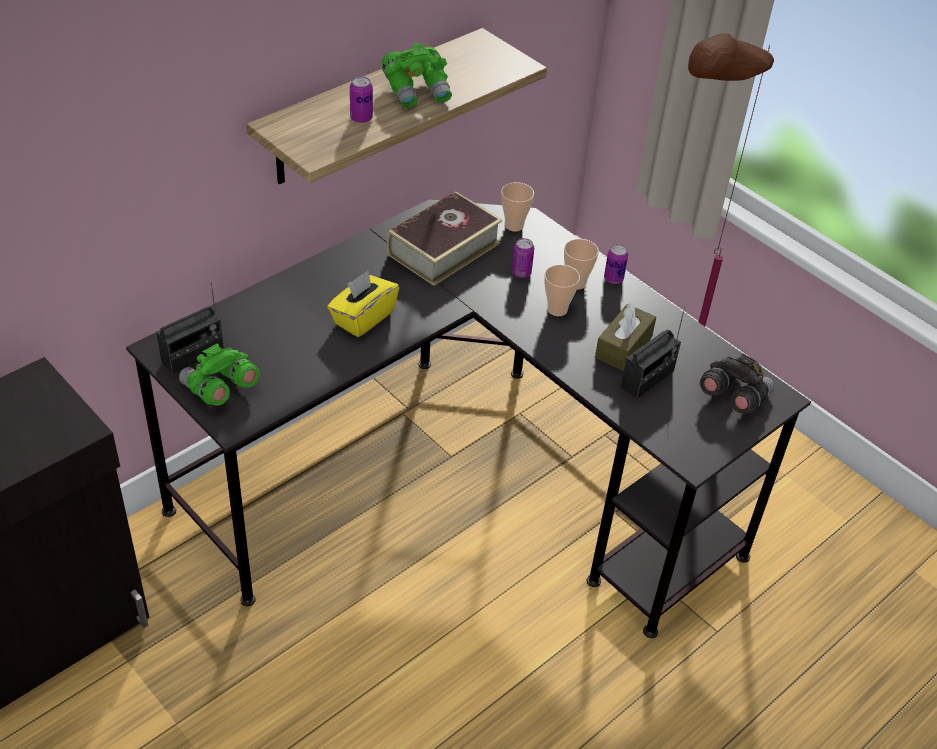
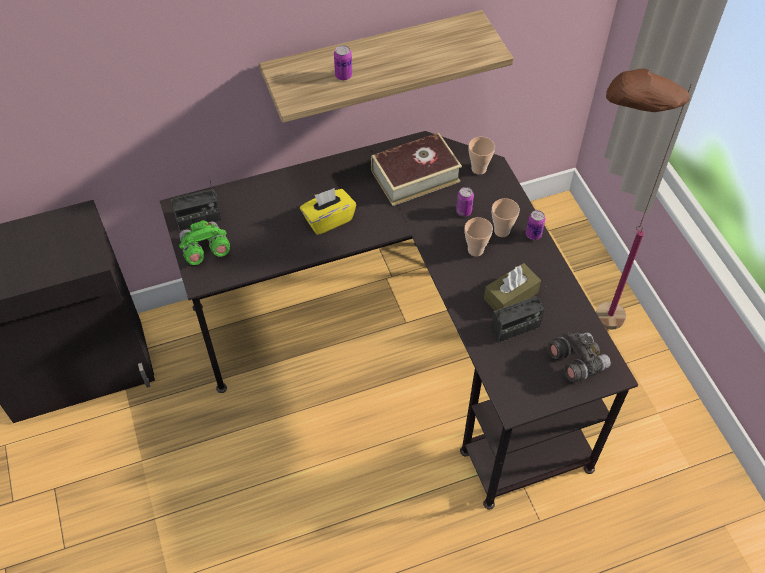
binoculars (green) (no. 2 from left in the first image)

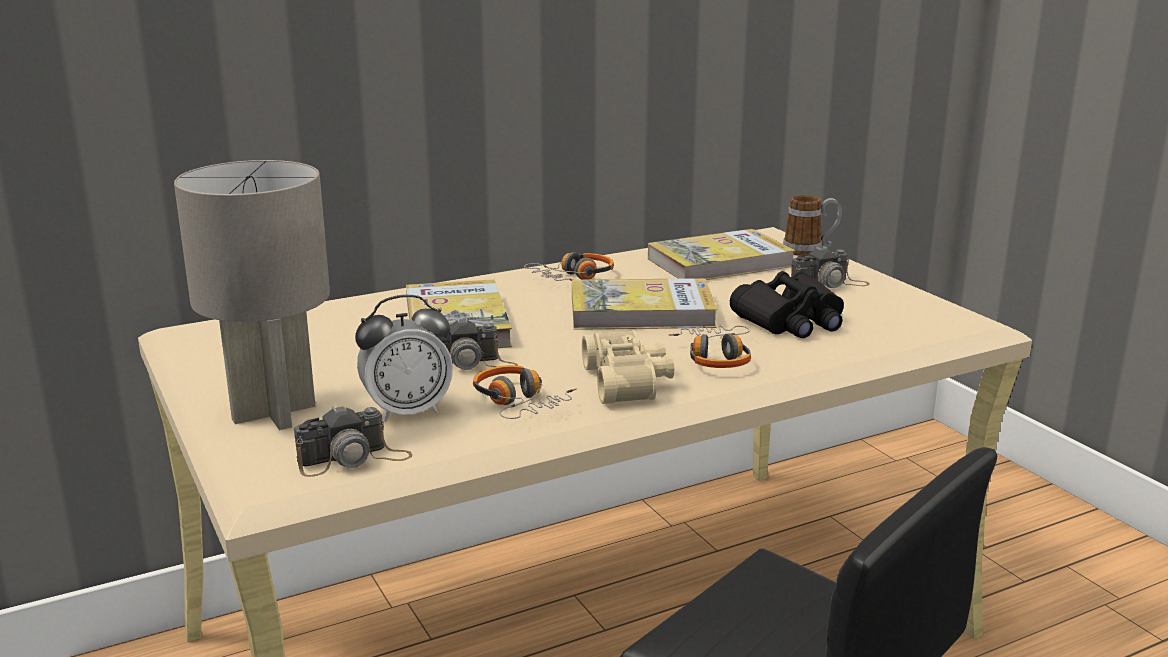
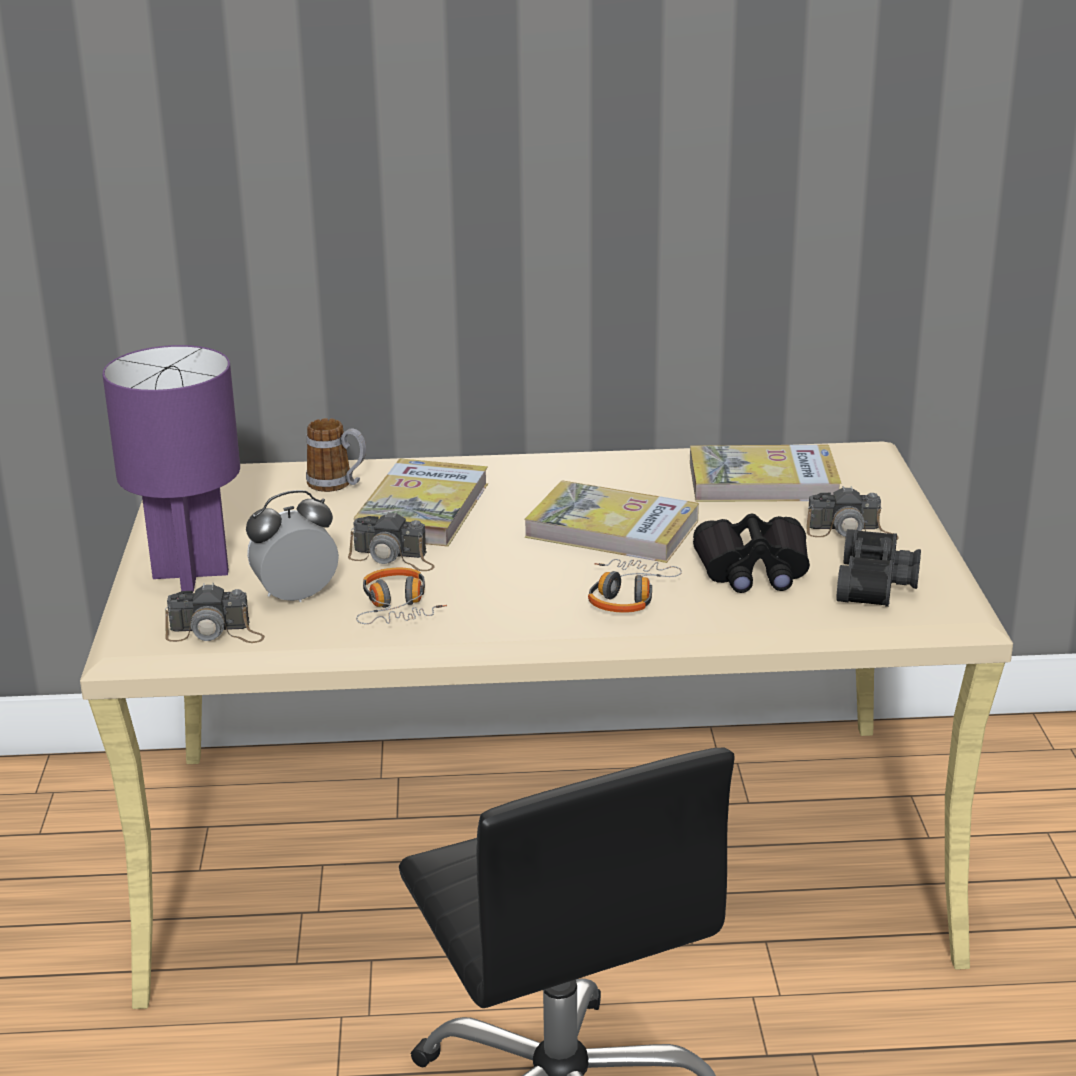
table lamp (purple)
mug
headphones (no. 2 from left in the first image)
alarm clock
binoculars (beige)
binoculars (black) (no. 2 from left)

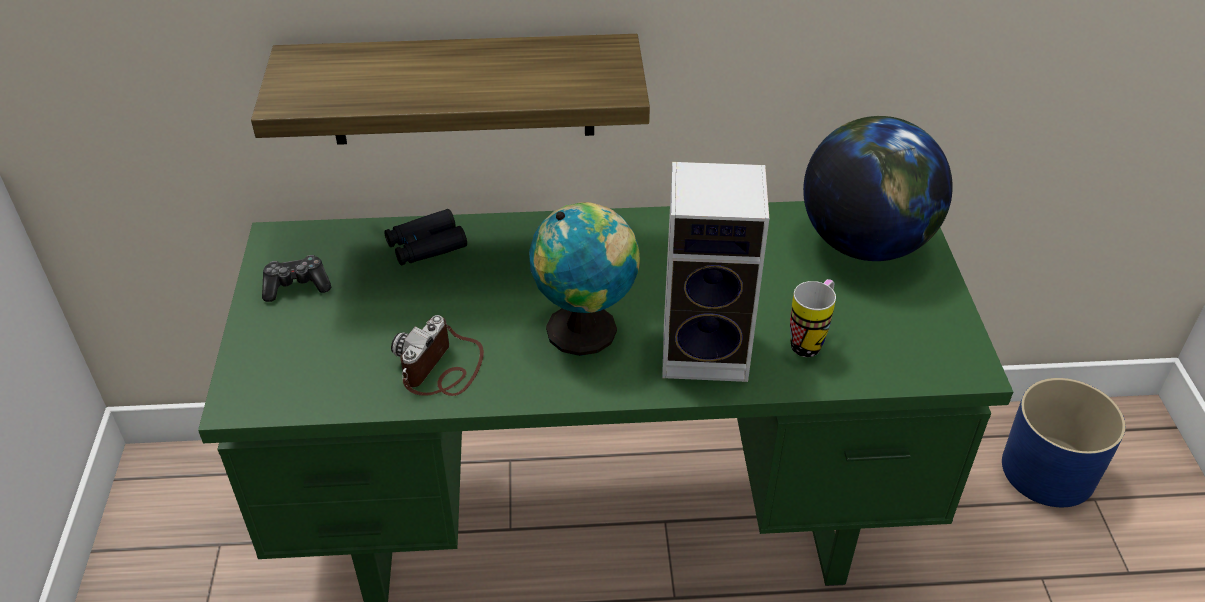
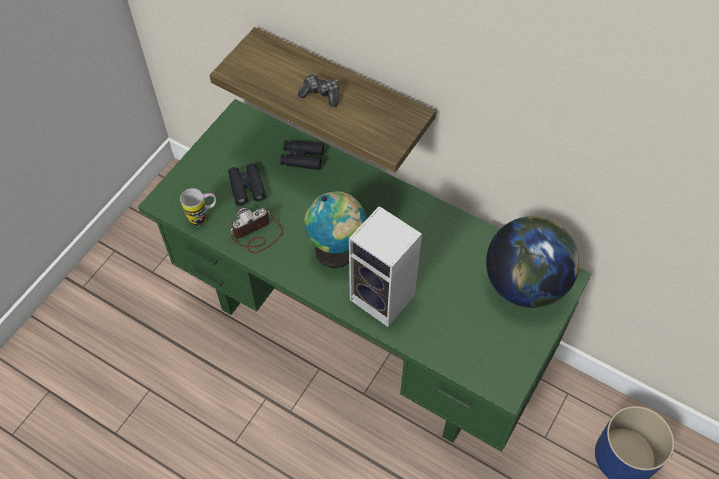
game controller
mug
binoculars (black) (no. 1 from left)

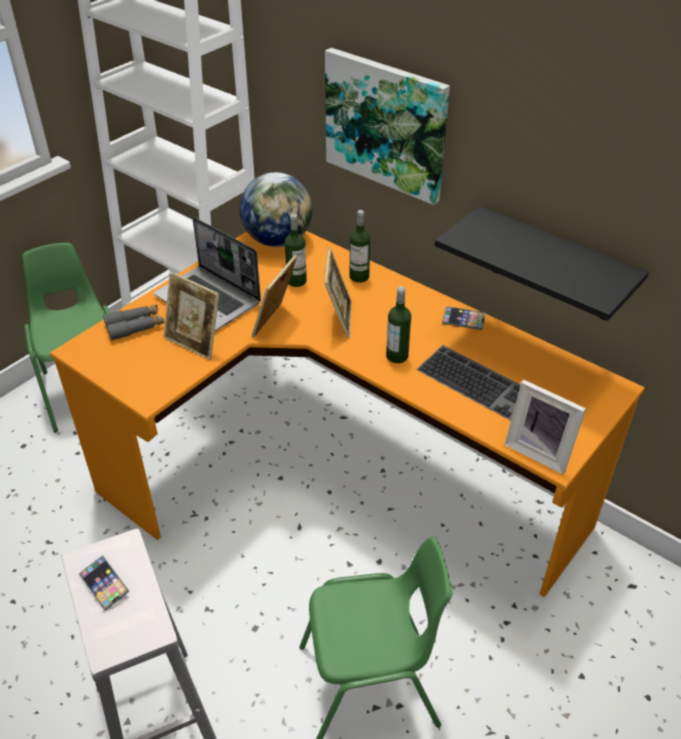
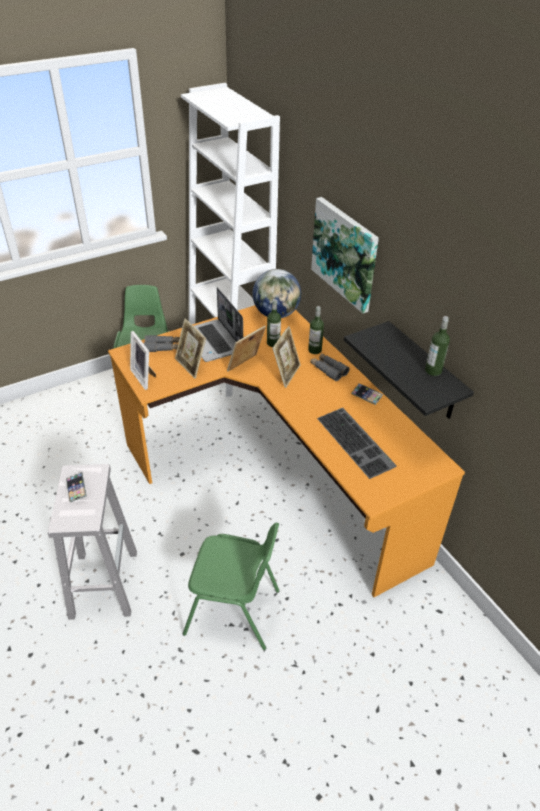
bottle (no. 3 from left)
picture frame (no. 1 from left)
binoculars (grey) (no. 2 from left)

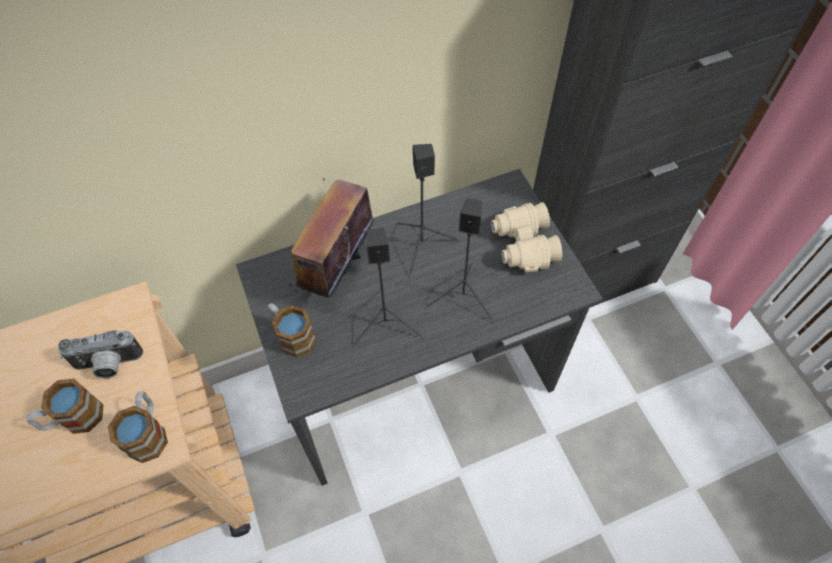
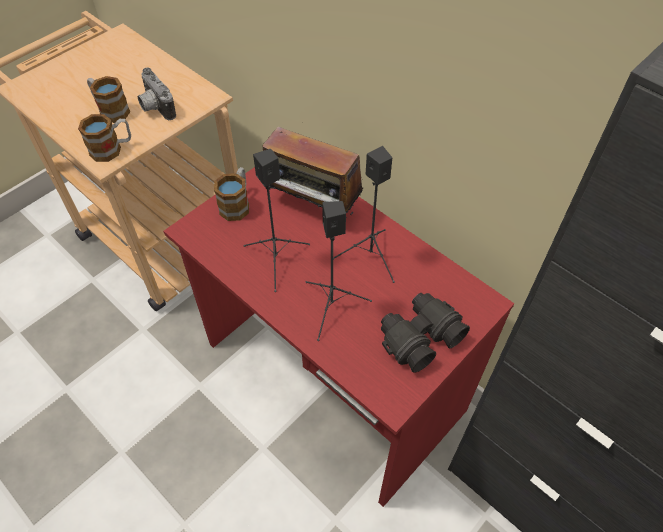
desk (red)
radio
binoculars (black)

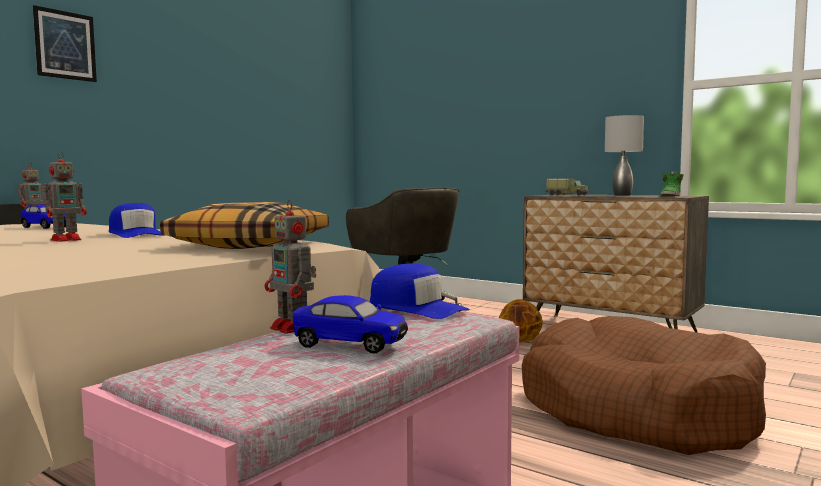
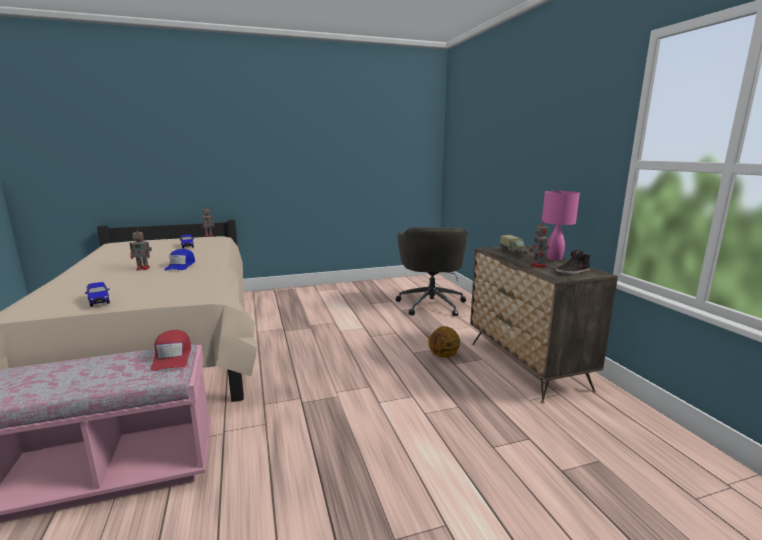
picture
table lamp (pink)
shoe (black)
toy robot (no. 3 from left)
pillow
cap (red)
toy car (no. 1 from left)
dog bed (brown)

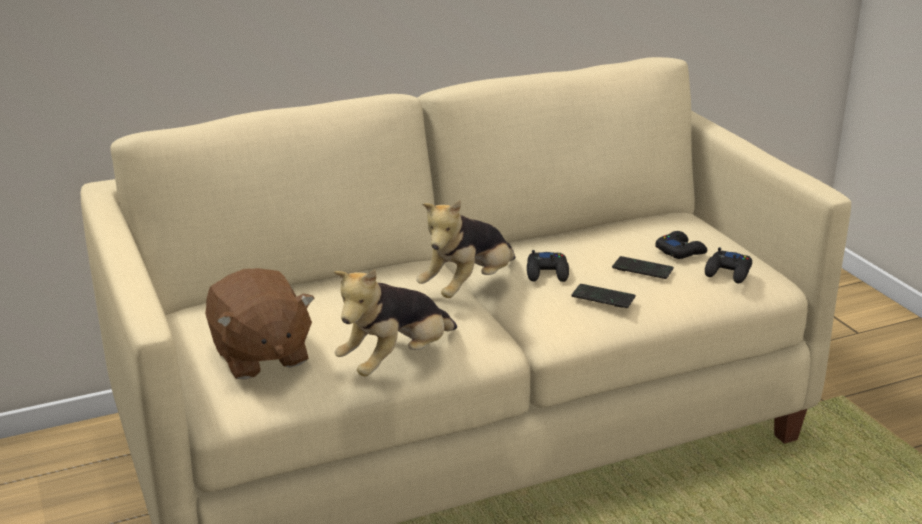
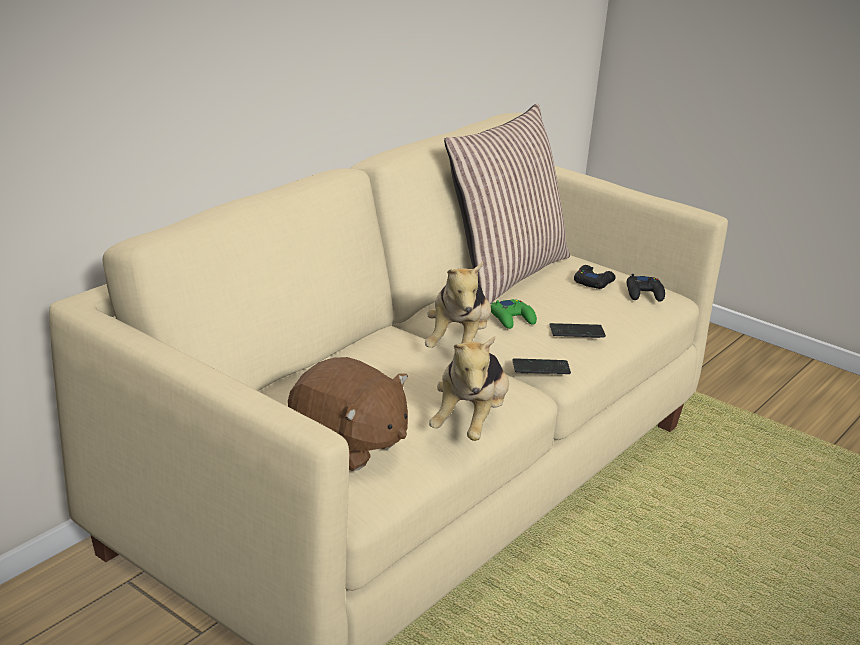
game controller (green)
phone (no. 1 from left)
pillow

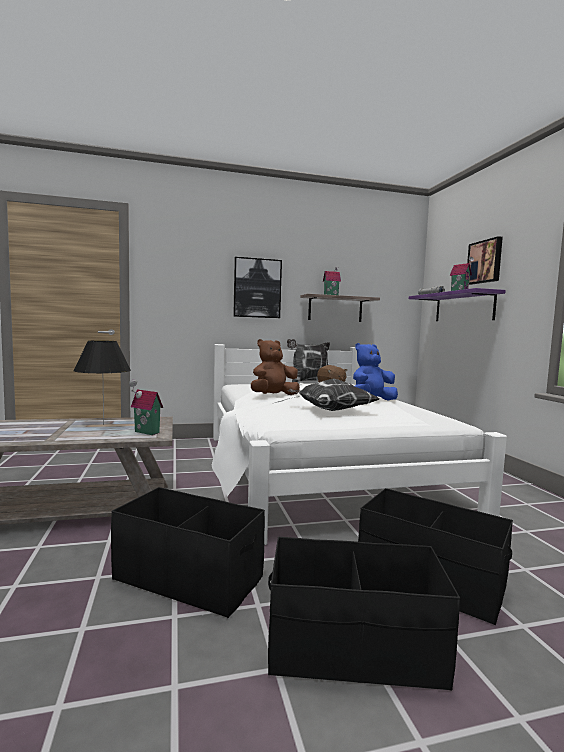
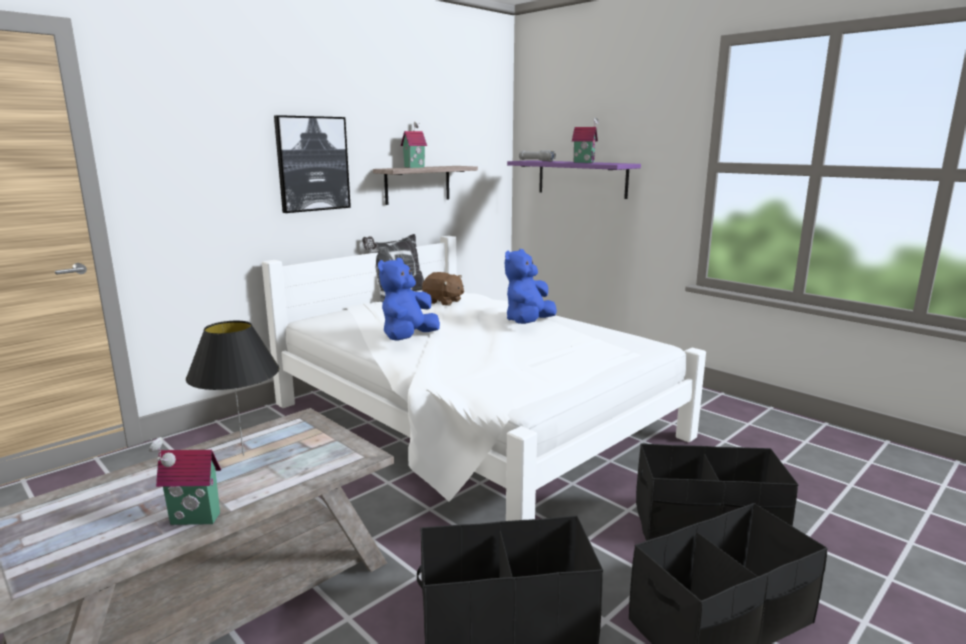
picture (no. 2 from left in the first image)
plush toy (blue) (no. 1 from left)
pillow (no. 2 from left in the first image)
toy house (no. 1 from left)

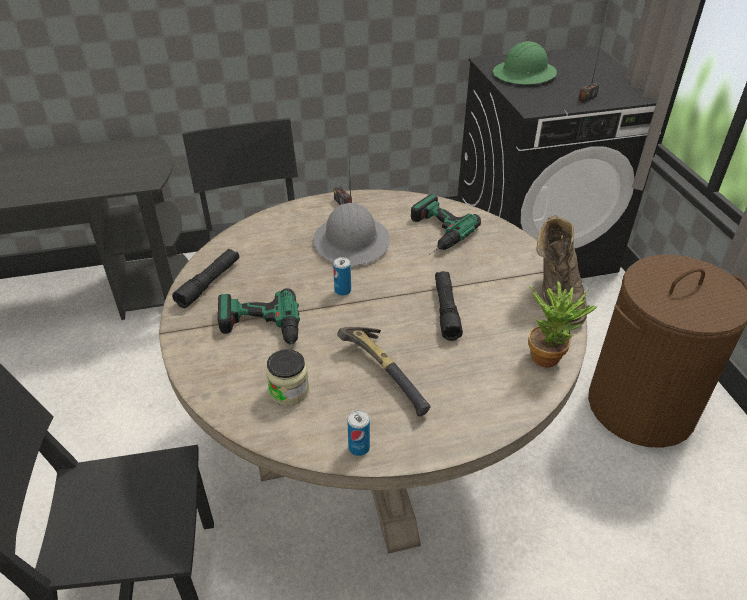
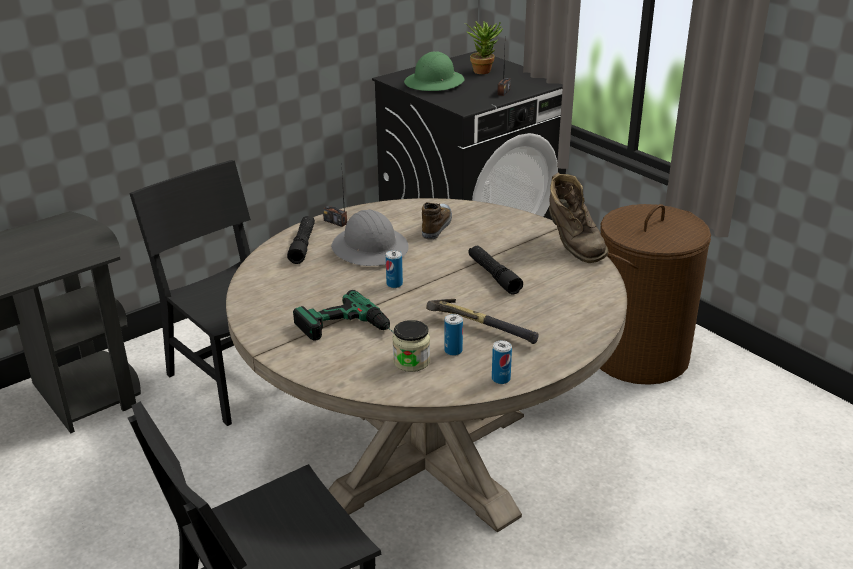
shoe
flashlight (black) (no. 1 from left)
potted plant
can (no. 2 from left)

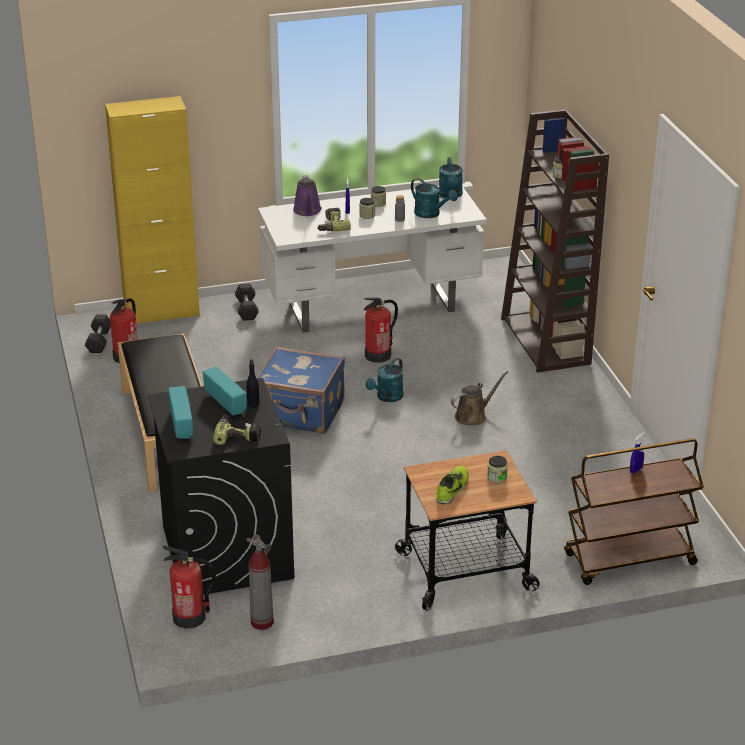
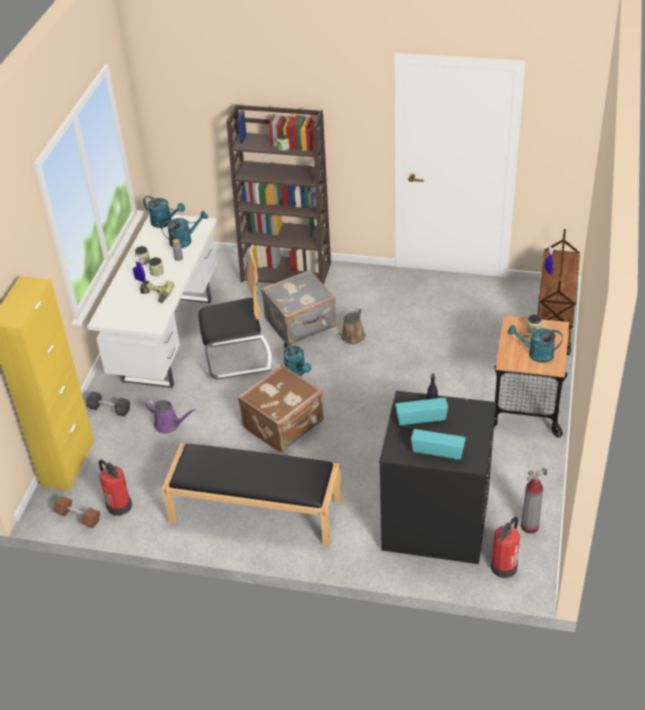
watering can (purple)
chair
dumbbell (brown)
suitcase (brown)
watering can (brown)
power drill (no. 1 from left in the first image)
watering can (turquoise) (no. 4 from left)
suitcase (grey)

